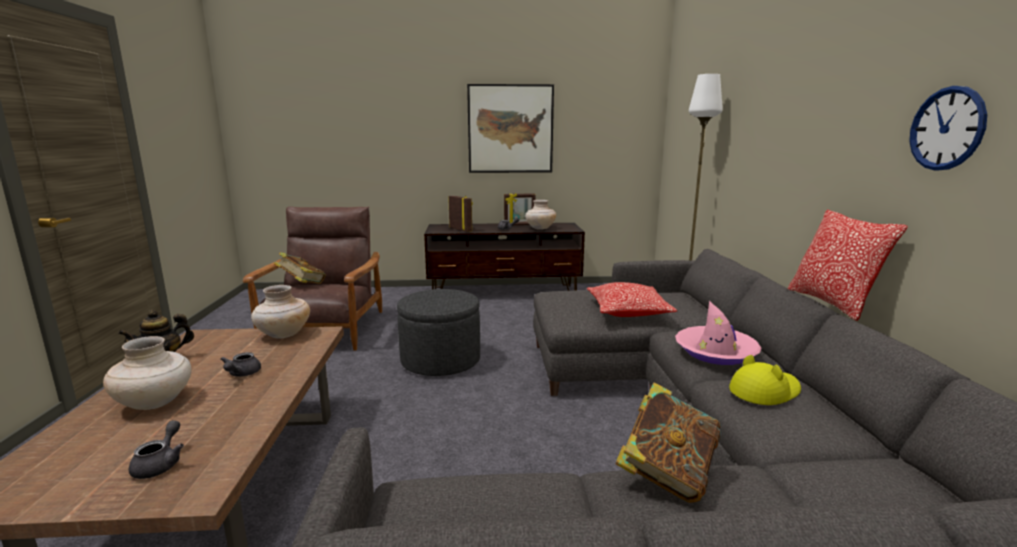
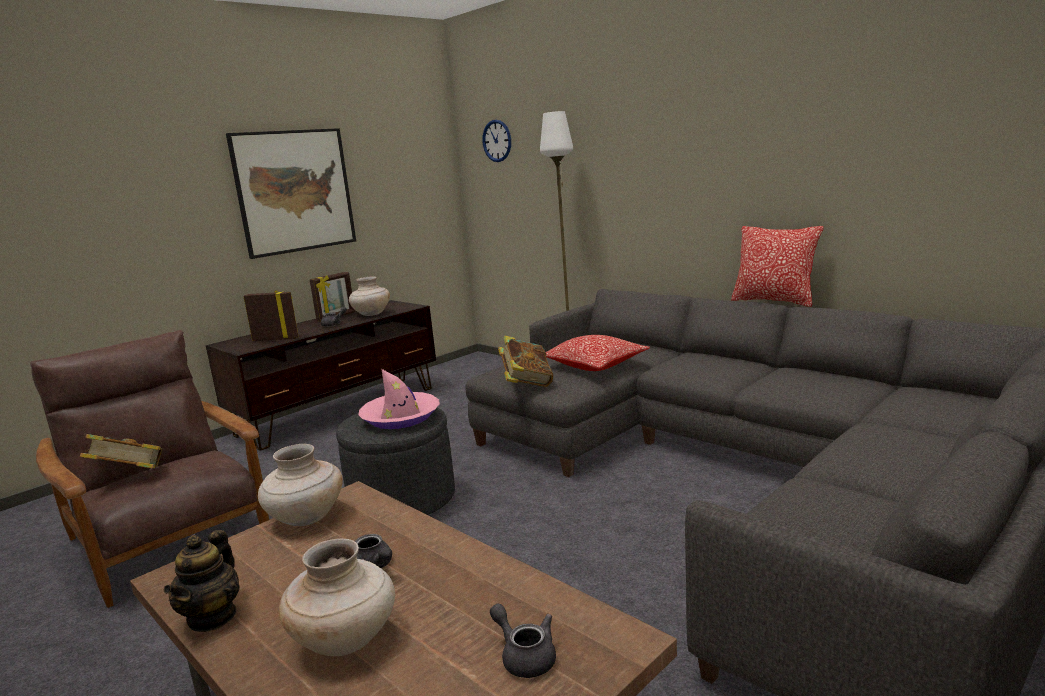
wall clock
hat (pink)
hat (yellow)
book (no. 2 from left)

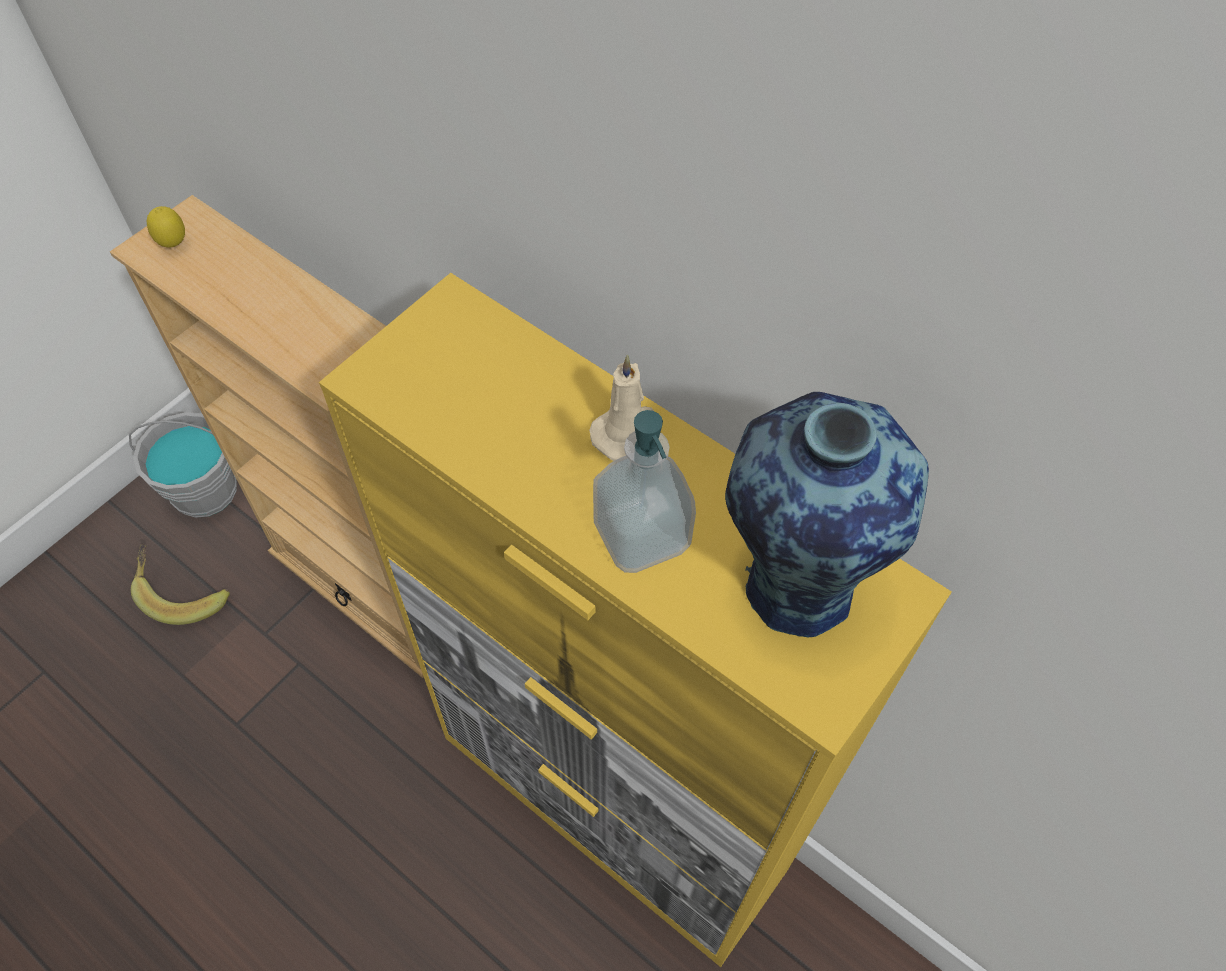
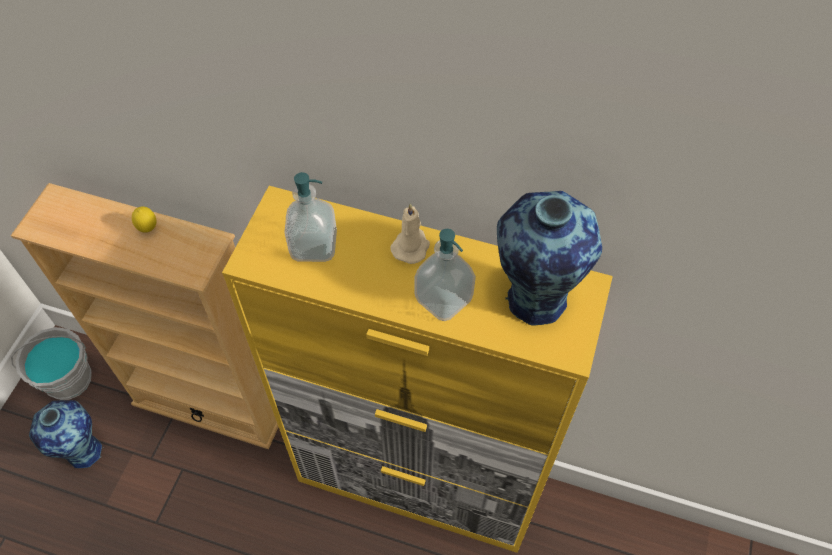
lemon
vase (no. 1 from left)
soap dispenser (no. 1 from left)

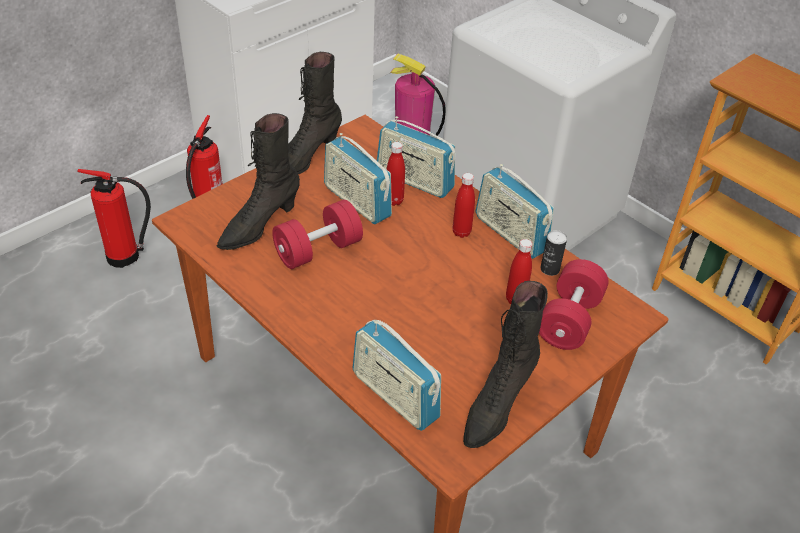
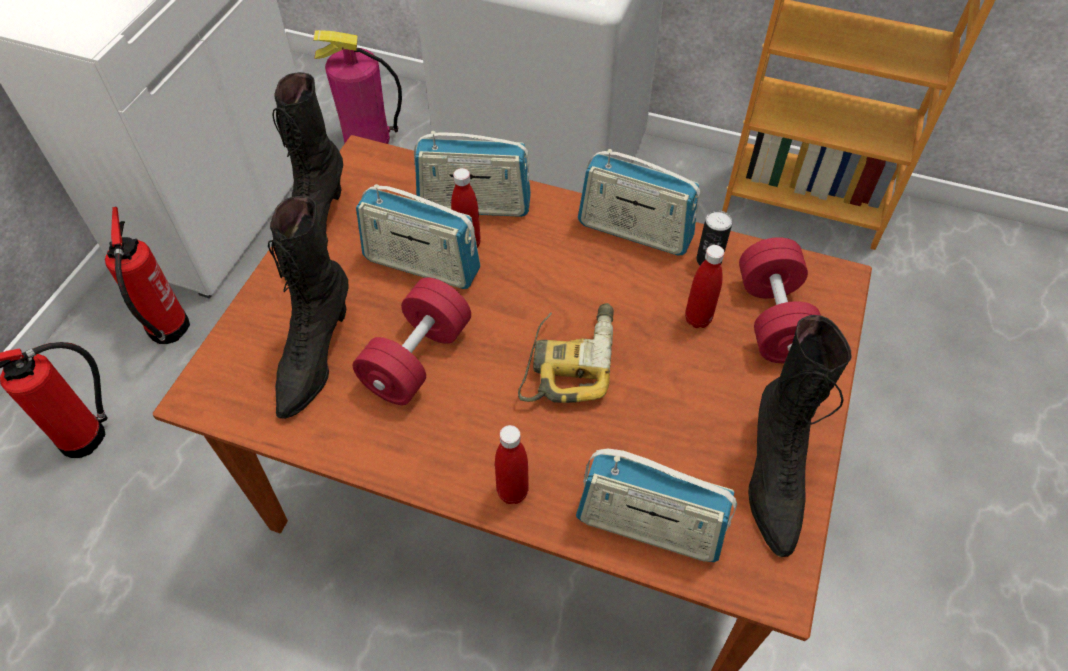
bottle (red) (no. 2 from left)
power drill

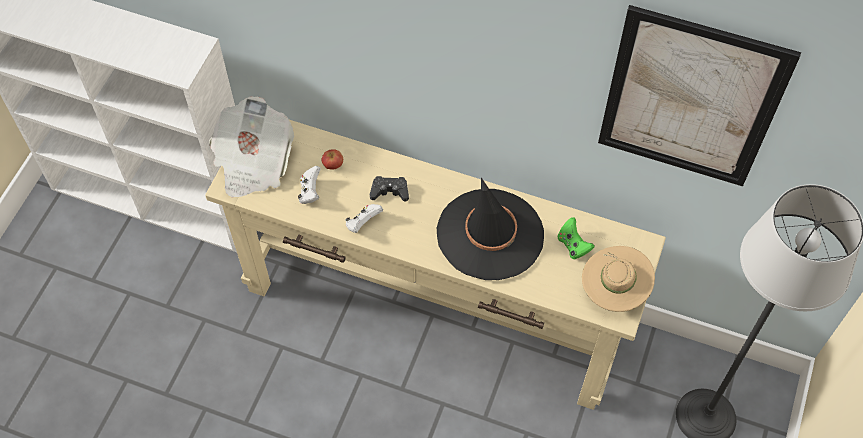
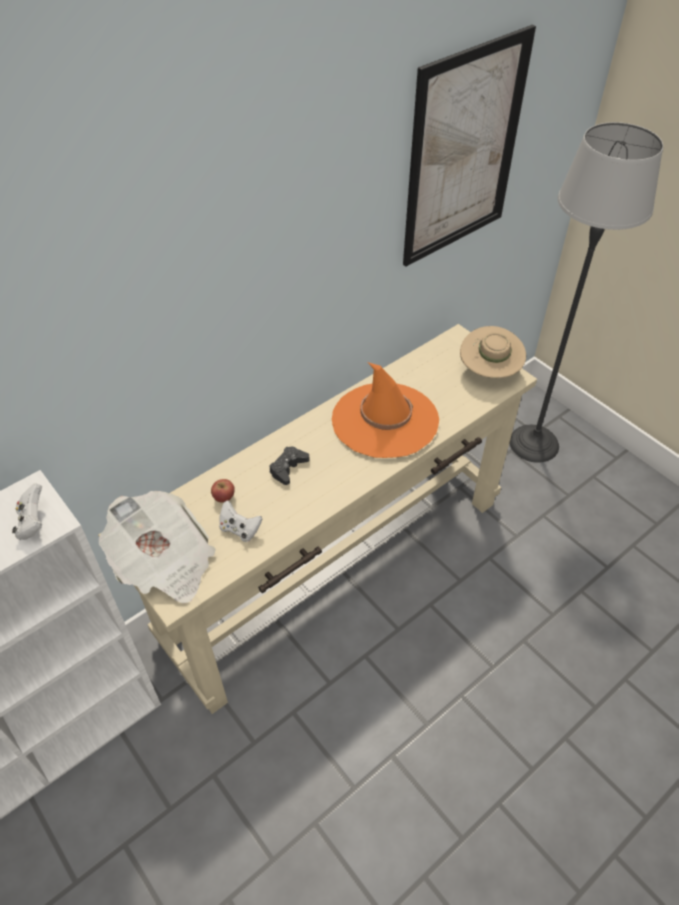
hat (orange)
game controller (white) (no. 1 from left)
game controller (green)

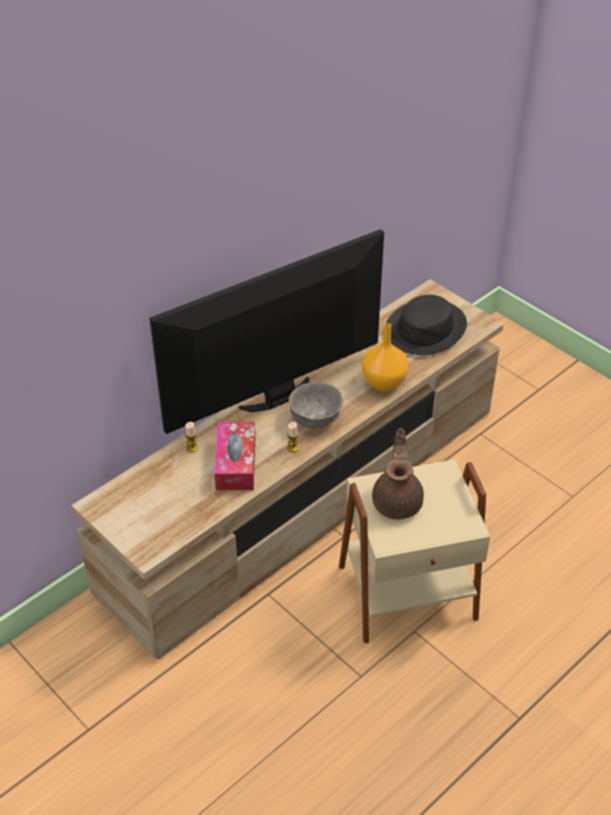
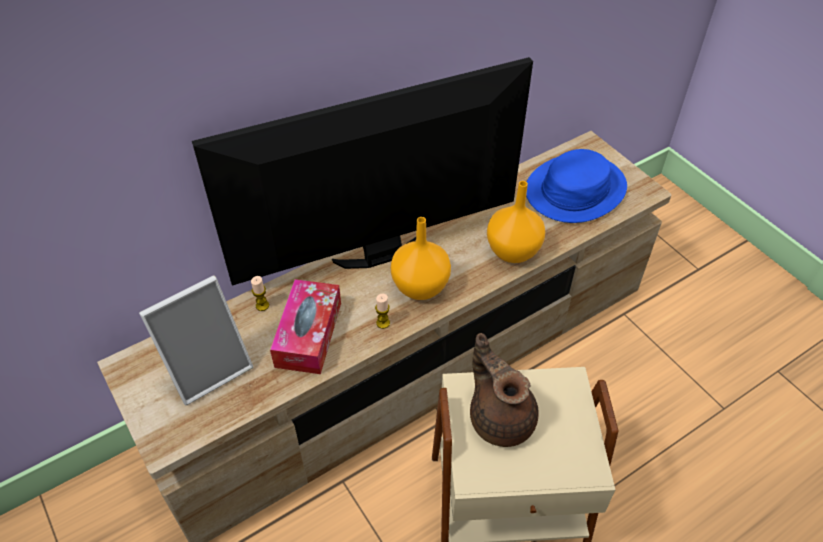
hat (blue)
vase (orange) (no. 1 from left)
teapot (brown)
picture frame

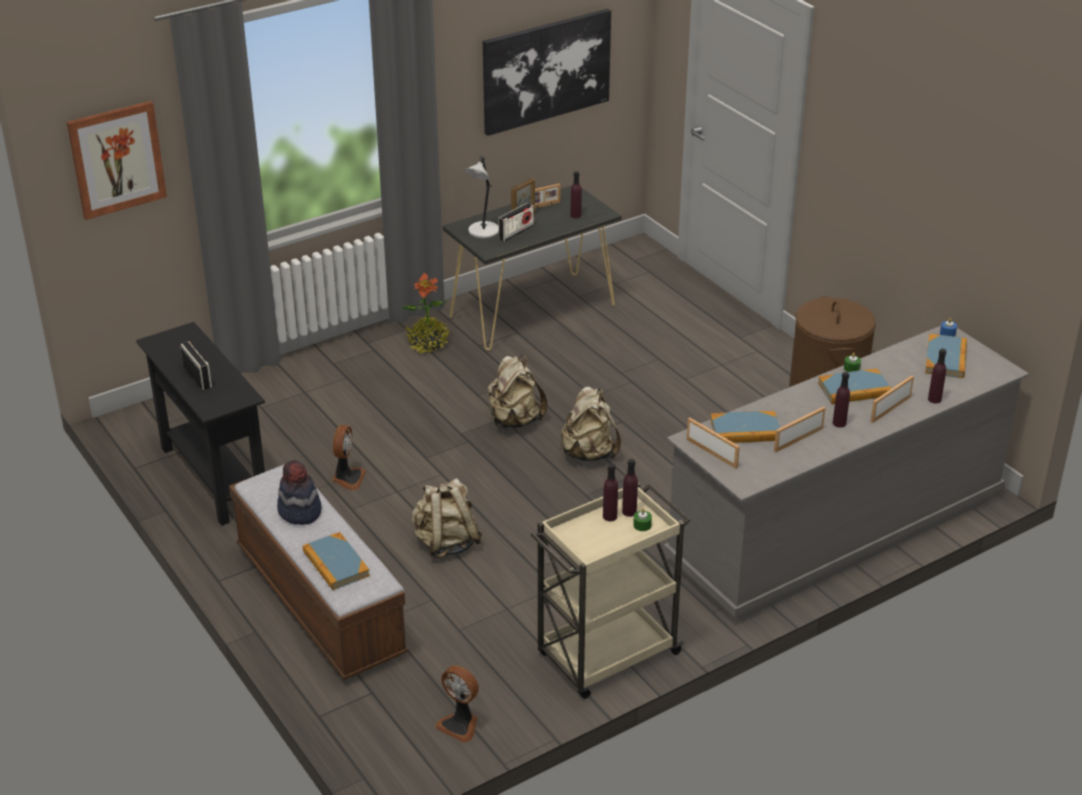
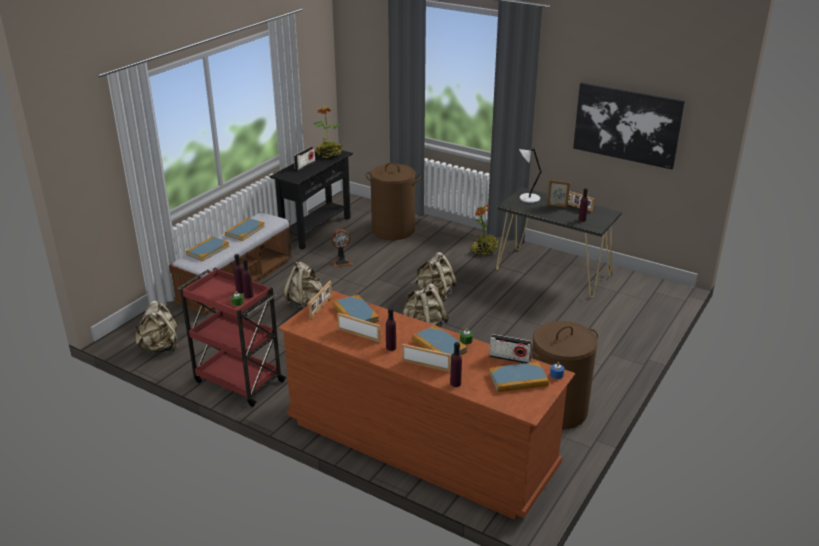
picture (no. 1 from left in the first image)
radio (no. 2 from left)
dresser (brown)
book (no. 2 from left)
cart (red)
backpack (beige) (no. 1 from left)
potted plant (no. 1 from left)
laundry basket (brown) (no. 1 from left)

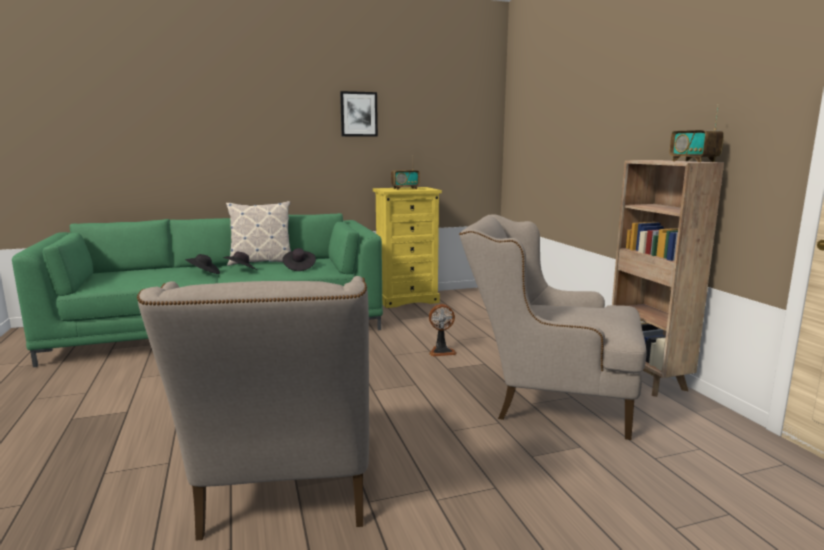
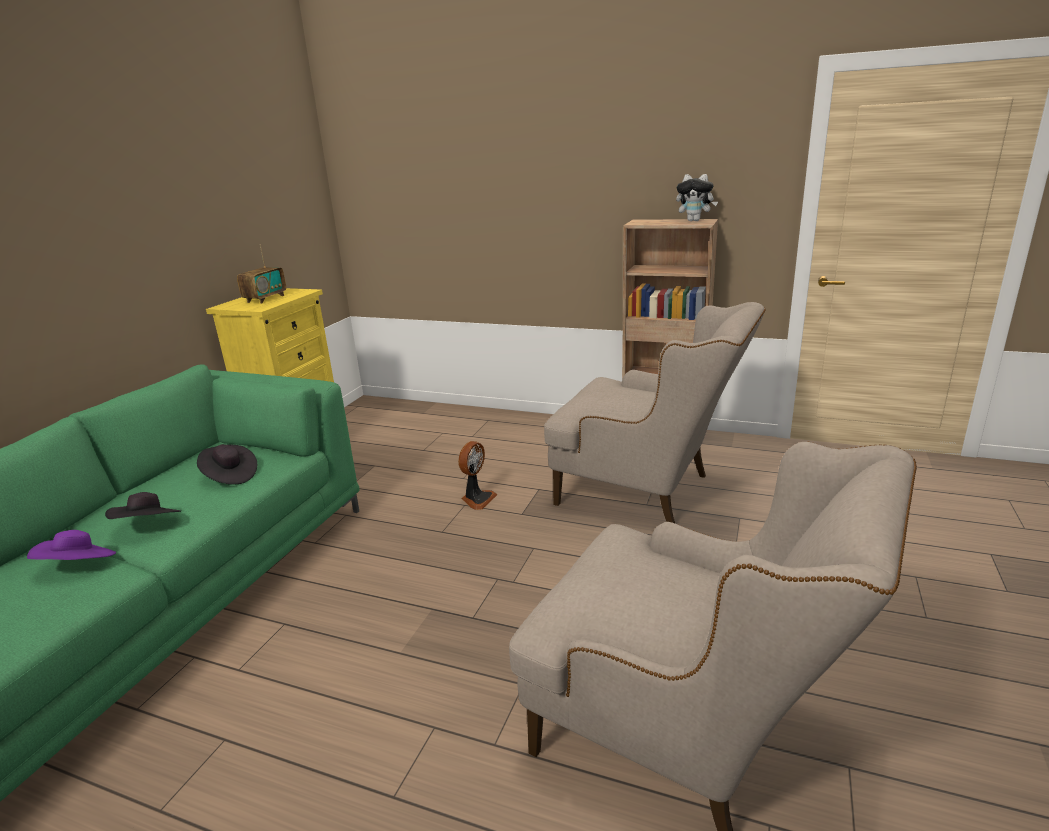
picture
plush toy
pillow
armchair (beige) (no. 1 from left)
hat (purple)

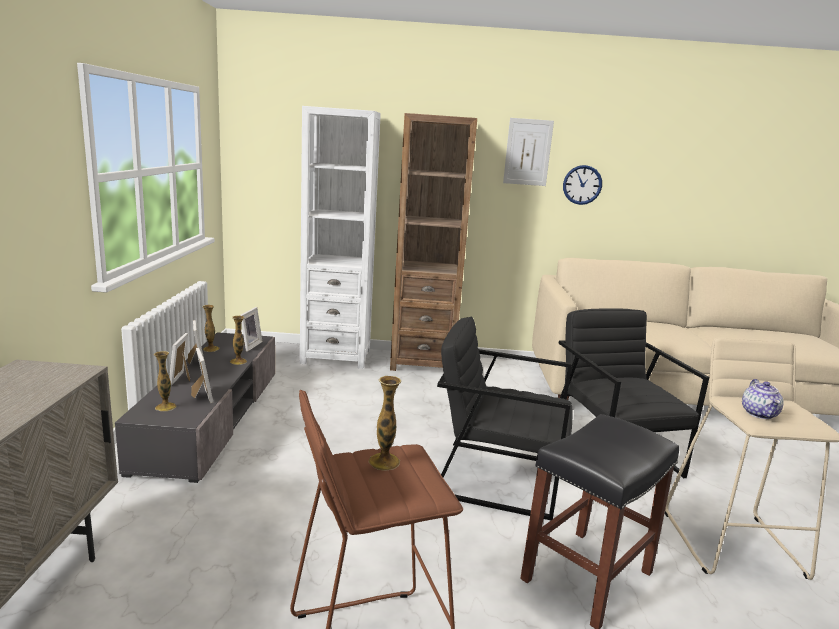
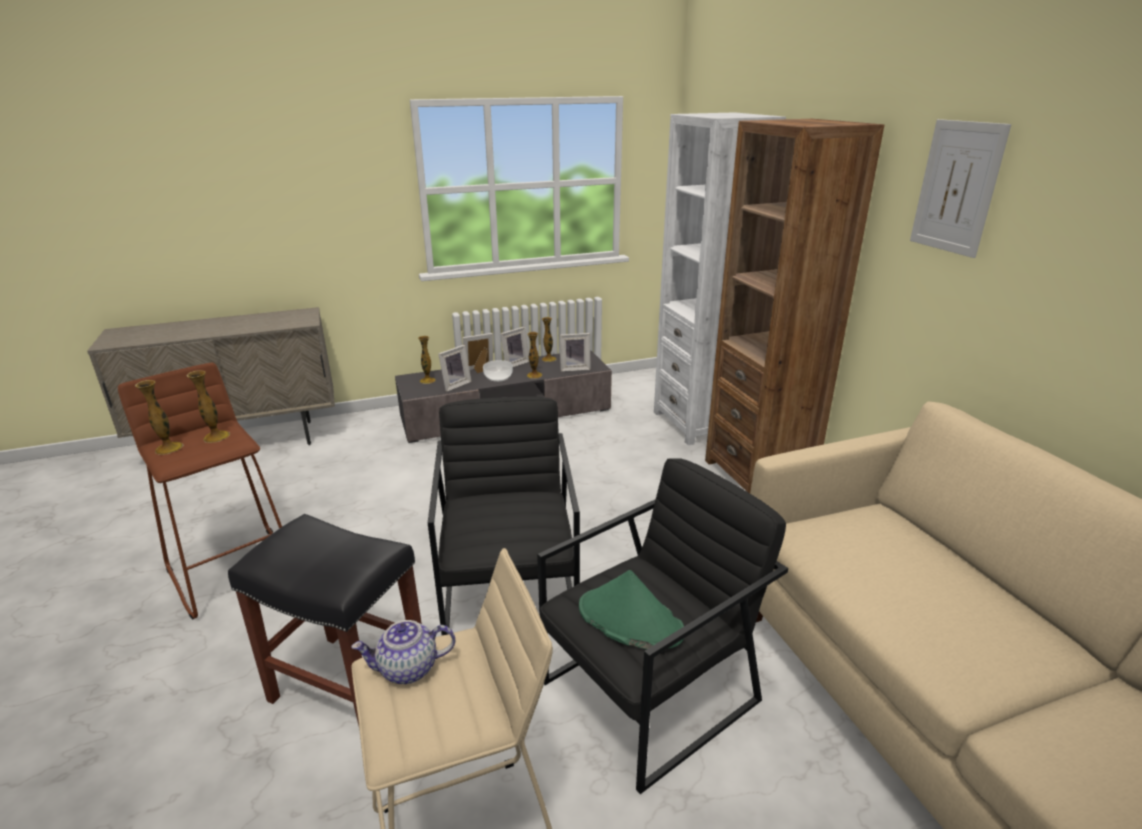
wall clock
bowl
vase (no. 1 from left)
hat (green)

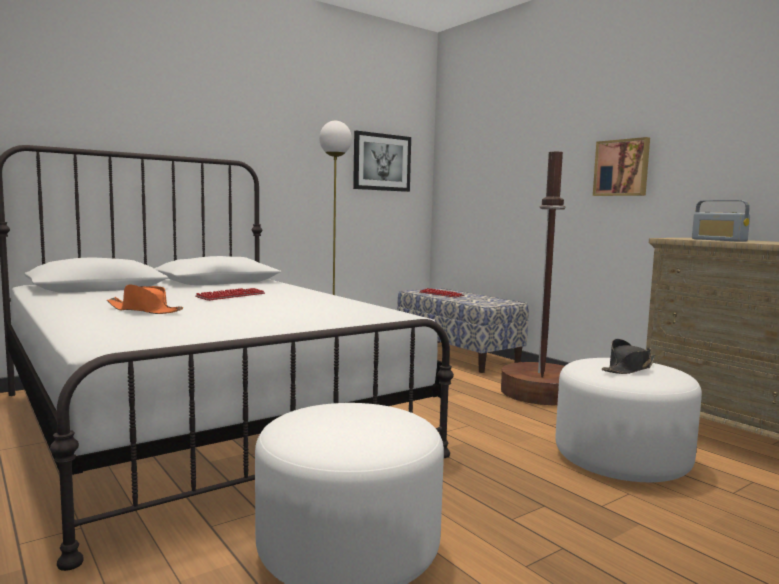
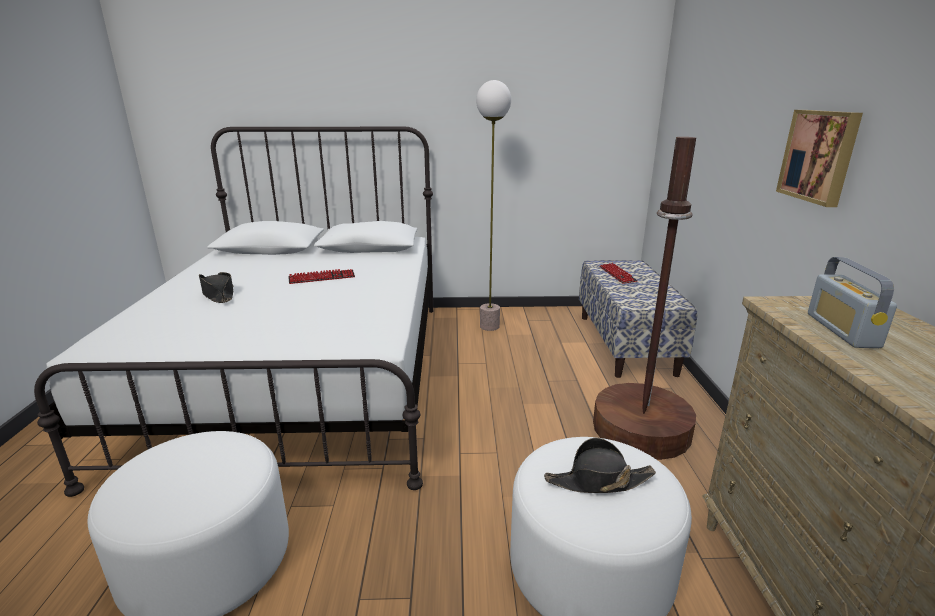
picture (no. 1 from left in the first image)
hat (black) (no. 1 from left)

